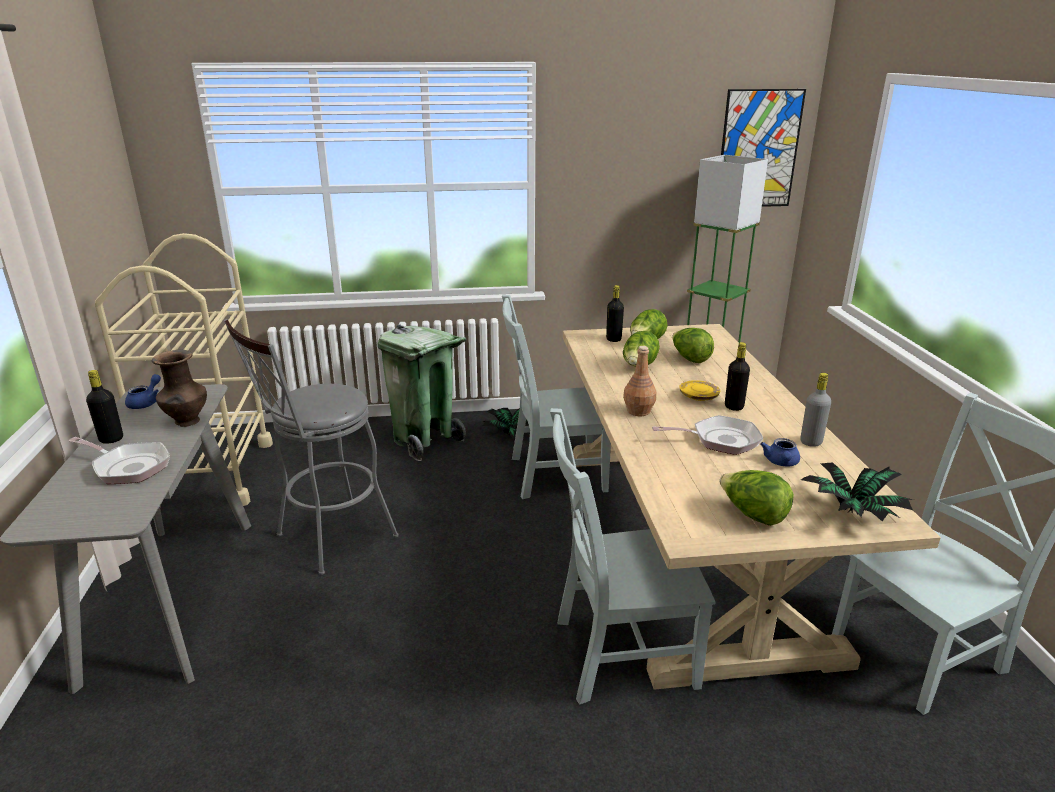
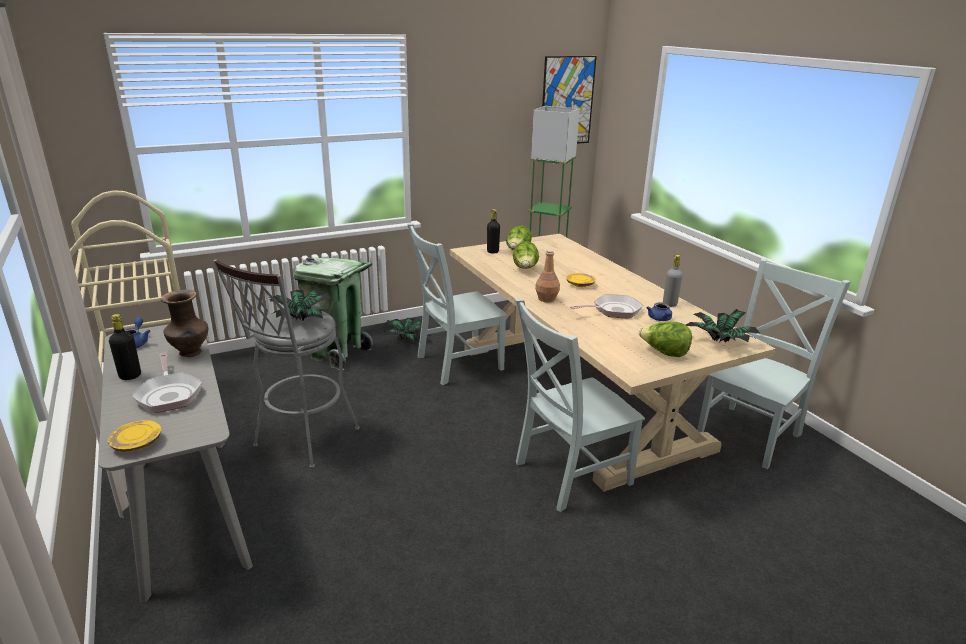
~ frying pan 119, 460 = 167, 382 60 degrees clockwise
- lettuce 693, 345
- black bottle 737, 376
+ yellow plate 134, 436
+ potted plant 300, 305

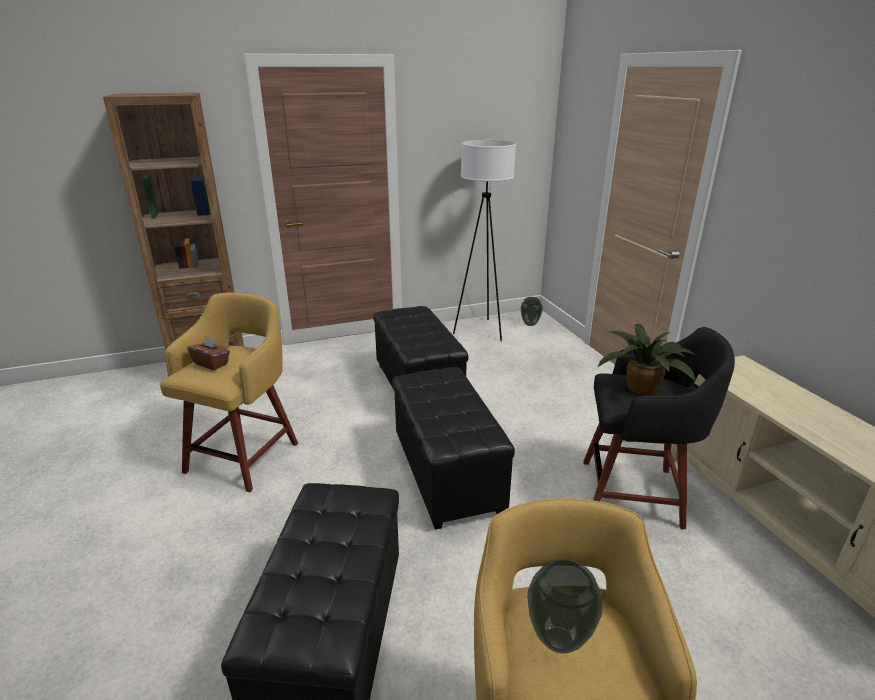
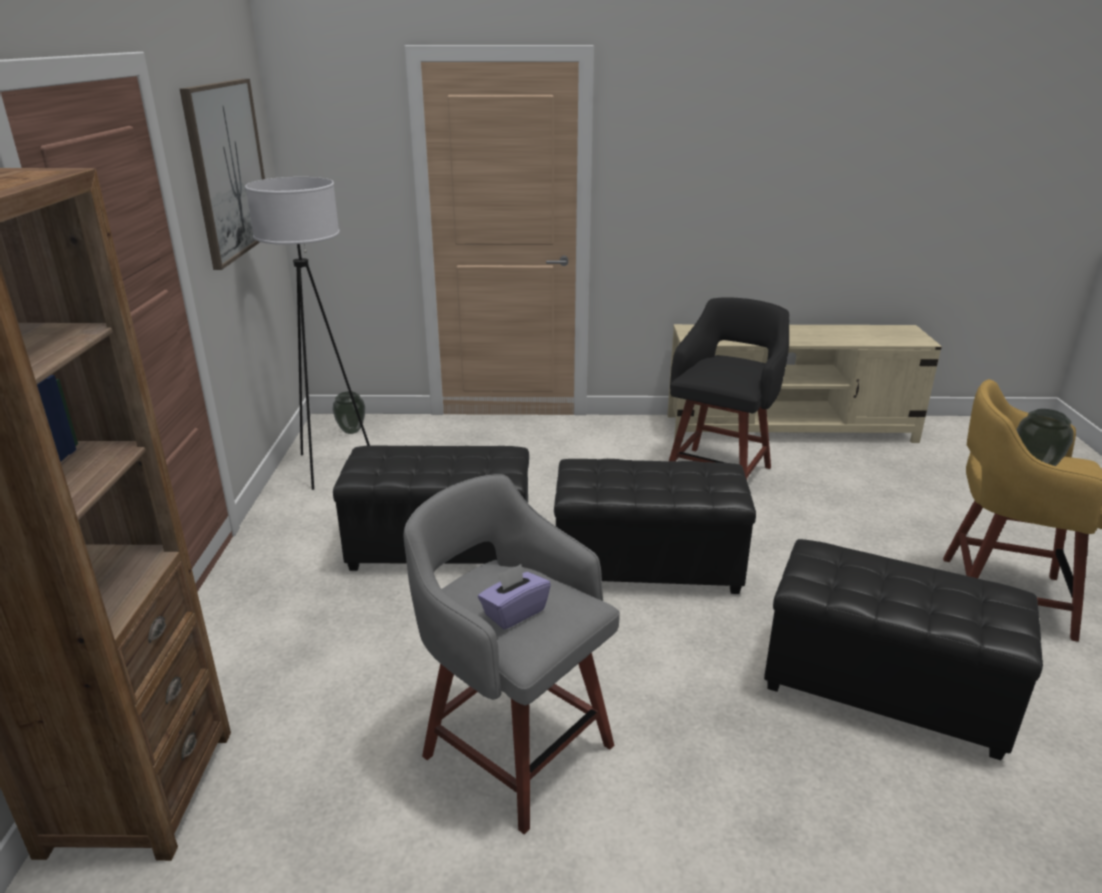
~ yellow stool 229, 392 to grey stool 511, 654
~ brown tissue box 208, 353 to purple tissue box 514, 597
- potted plant 648, 359
+ picture 222, 174

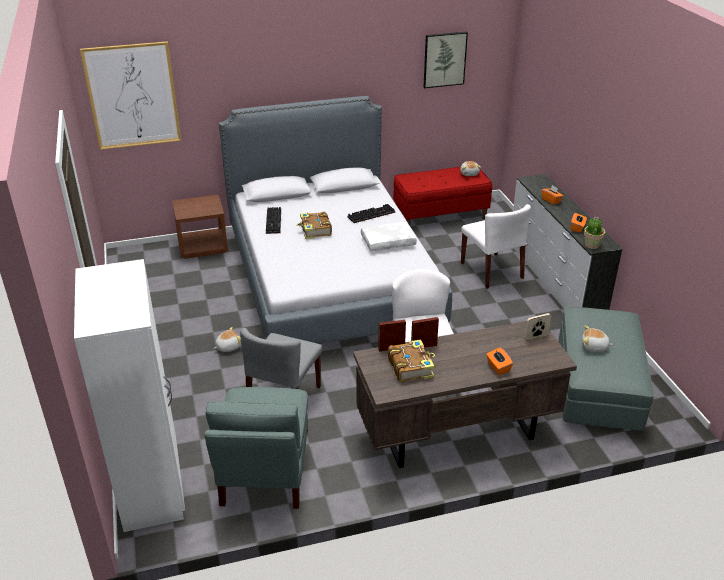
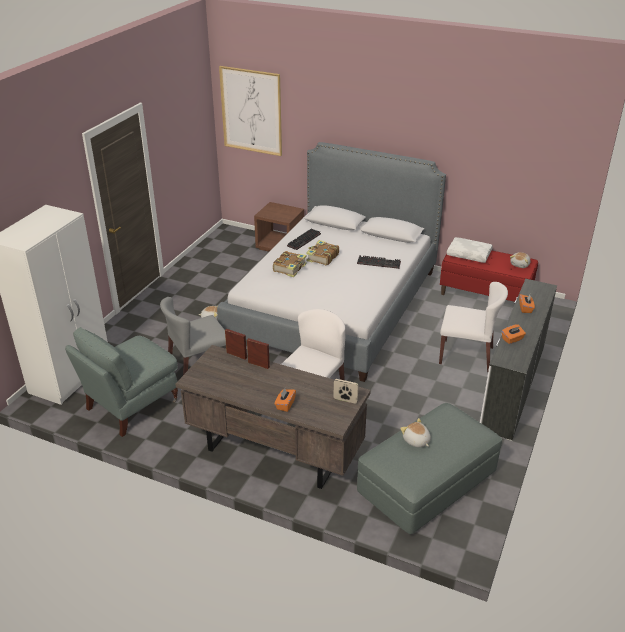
~ white pillow 389, 236 to 470, 250
~ book 411, 361 to 289, 264
- picture 446, 60
~ white chair 496, 246 = 473, 327 90 degrees counterclockwise
- potted plant 594, 232

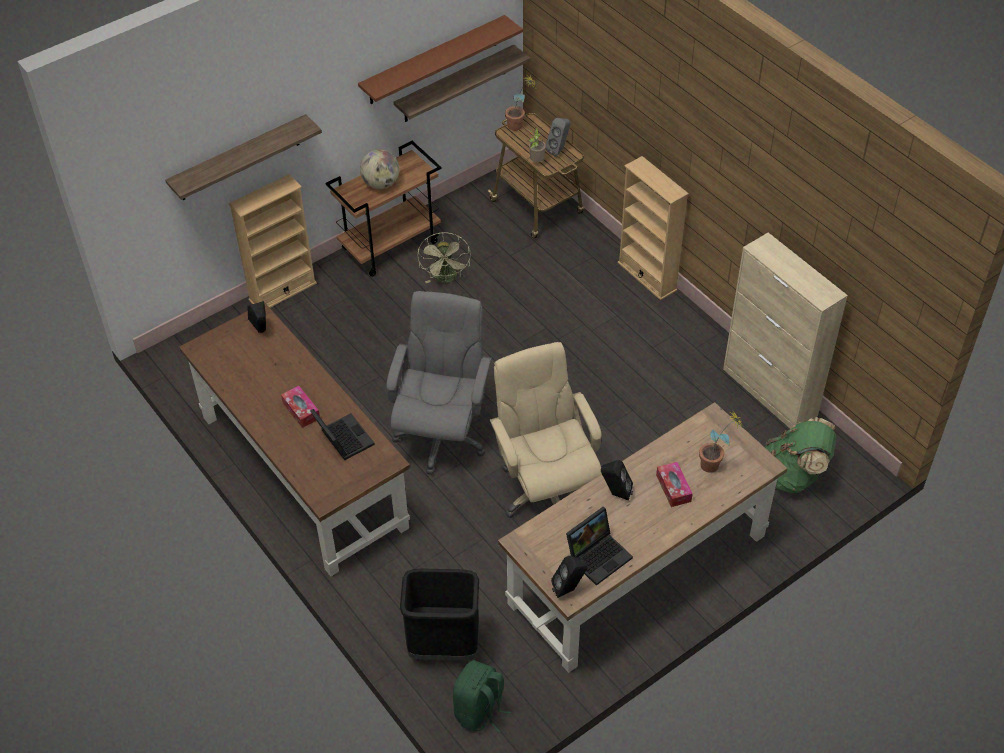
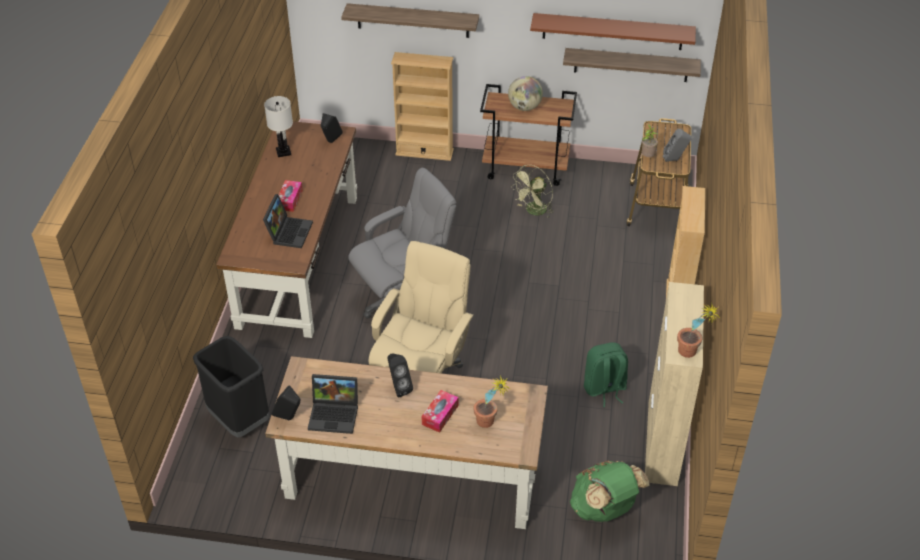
~ green backpack 482, 696 to 606, 374
~ potted plant 520, 102 to 698, 331
+ white table lamp 278, 126

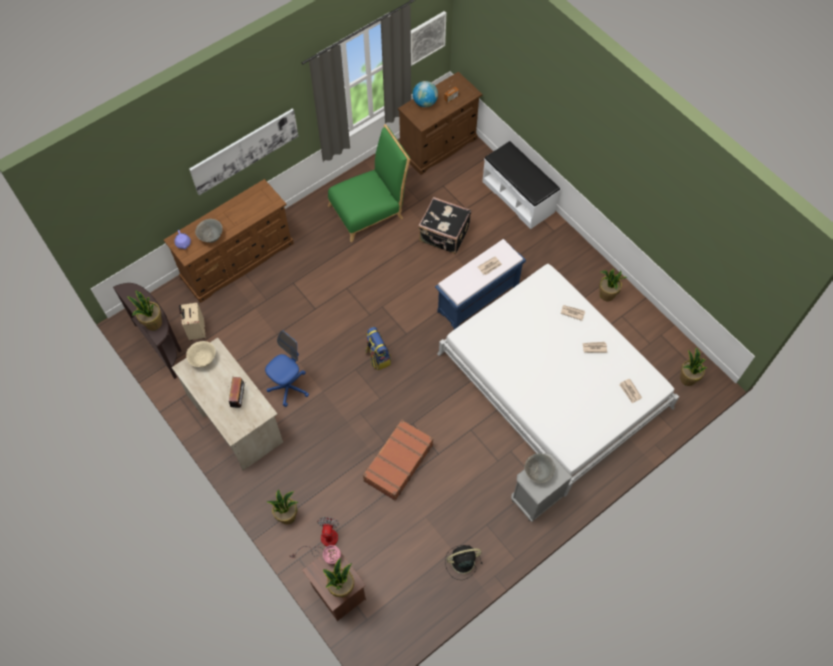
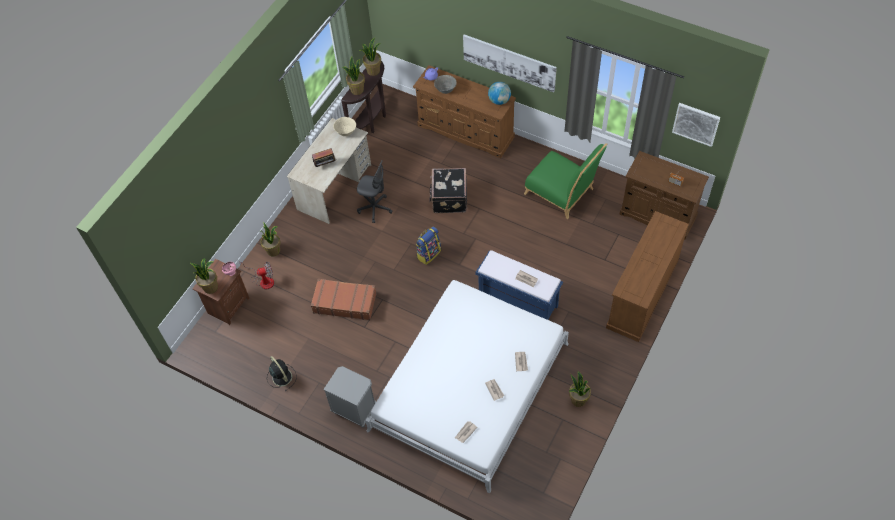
- beige suitcase 192, 321
~ blue office chair 287, 368 to grey office chair 375, 191
~ globe 425, 94 to 499, 93
~ black suitcase 444, 225 to 448, 190
~ white bench 521, 185 to brown dresser 647, 276
- grey bowl 539, 468
~ potted plant 693, 367 to 371, 57

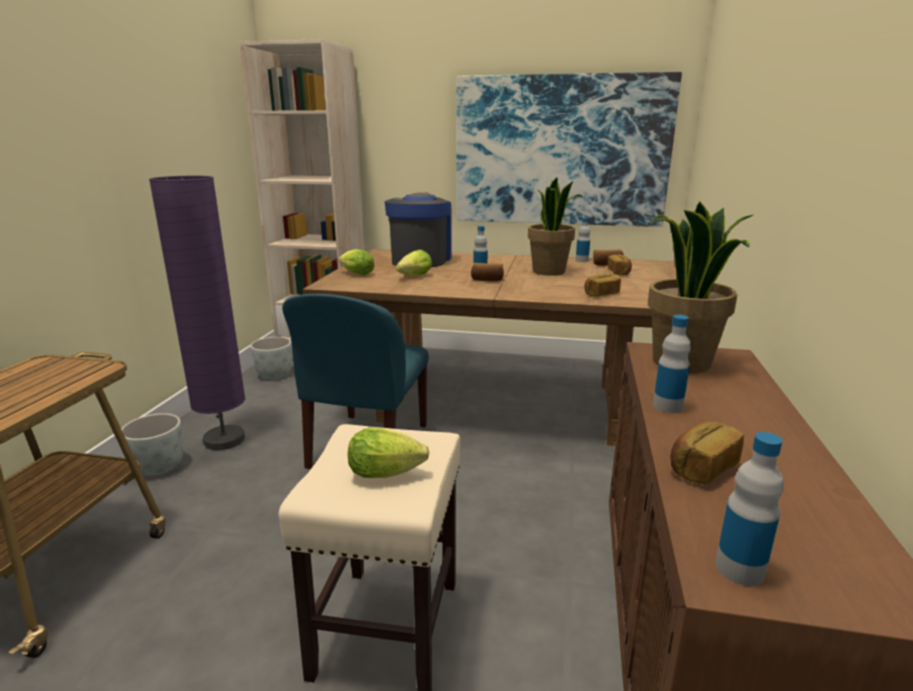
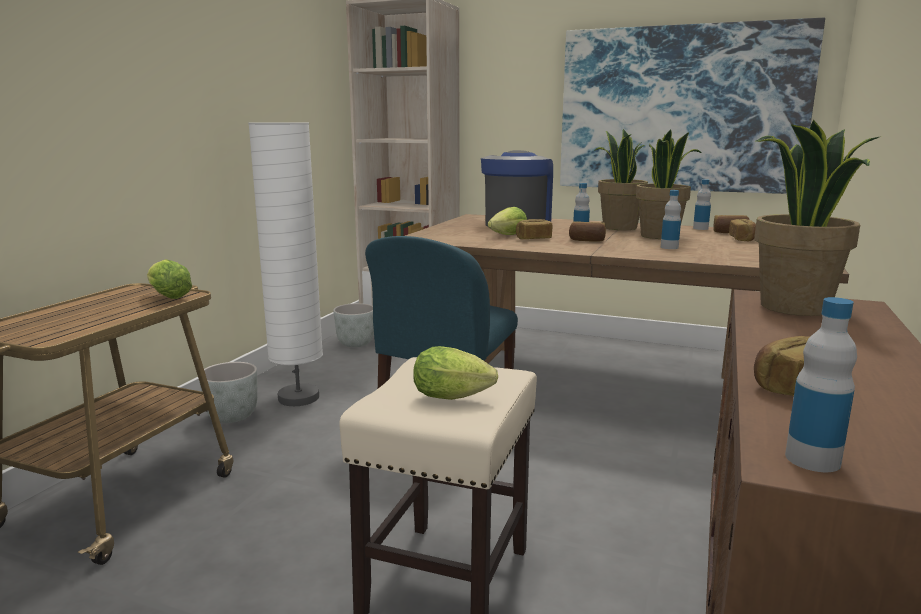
~ purple floor lamp 197, 313 to white floor lamp 285, 264
~ lettuce 356, 262 to 169, 279
~ bread 602, 285 to 534, 229
~ bottle 672, 364 to 671, 219
+ potted plant 621, 179

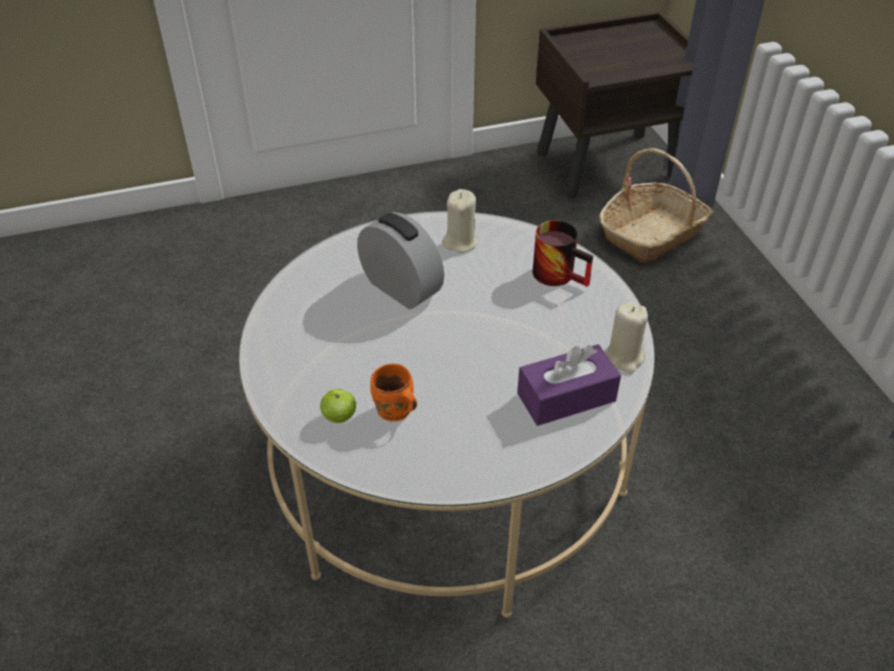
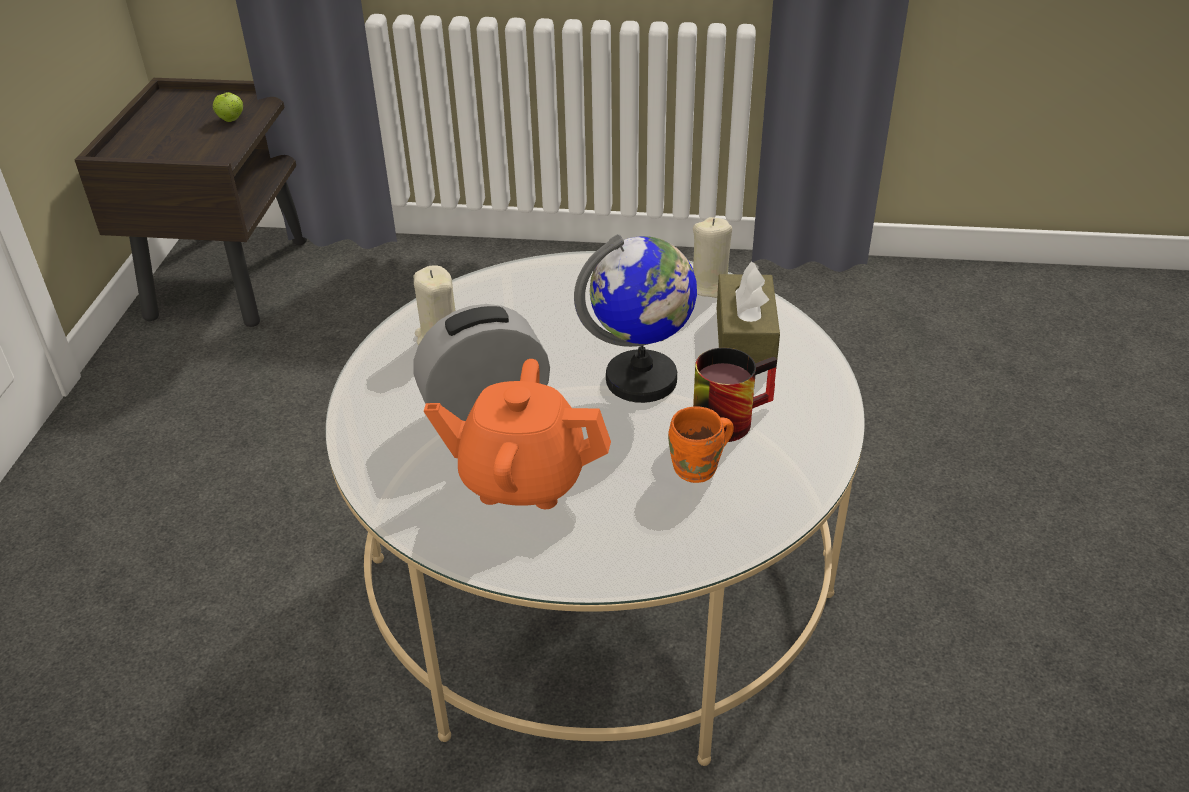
~ apple 338, 406 to 228, 107
~ purple tissue box 569, 385 to brown tissue box 748, 314
~ mug 562, 253 to 735, 395
- basket 656, 205
+ orange teapot 517, 434
+ globe 635, 318

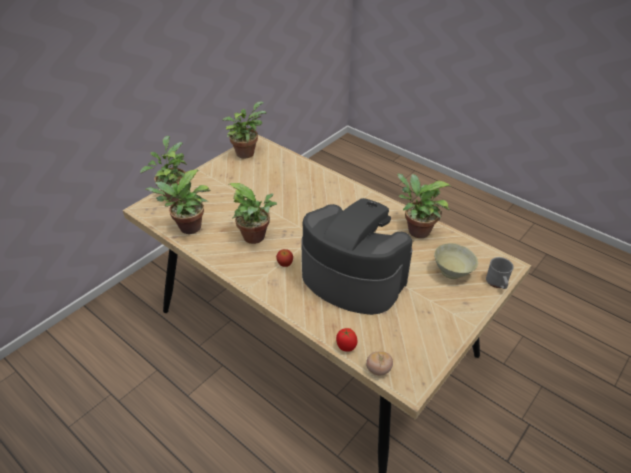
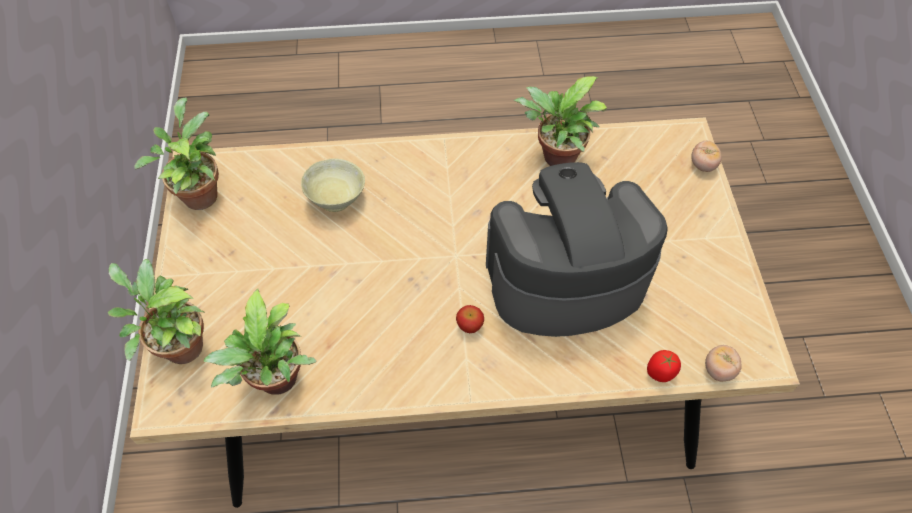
- potted plant 253, 213
~ beige bowl 456, 261 to 333, 185
~ grey mug 500, 273 to tomato 706, 156

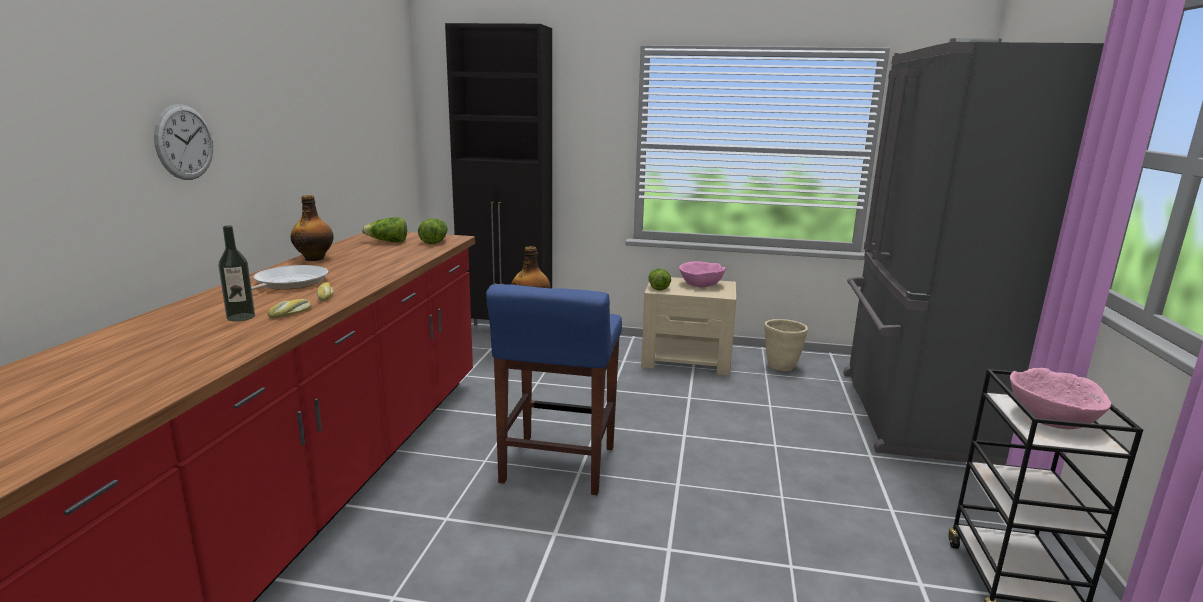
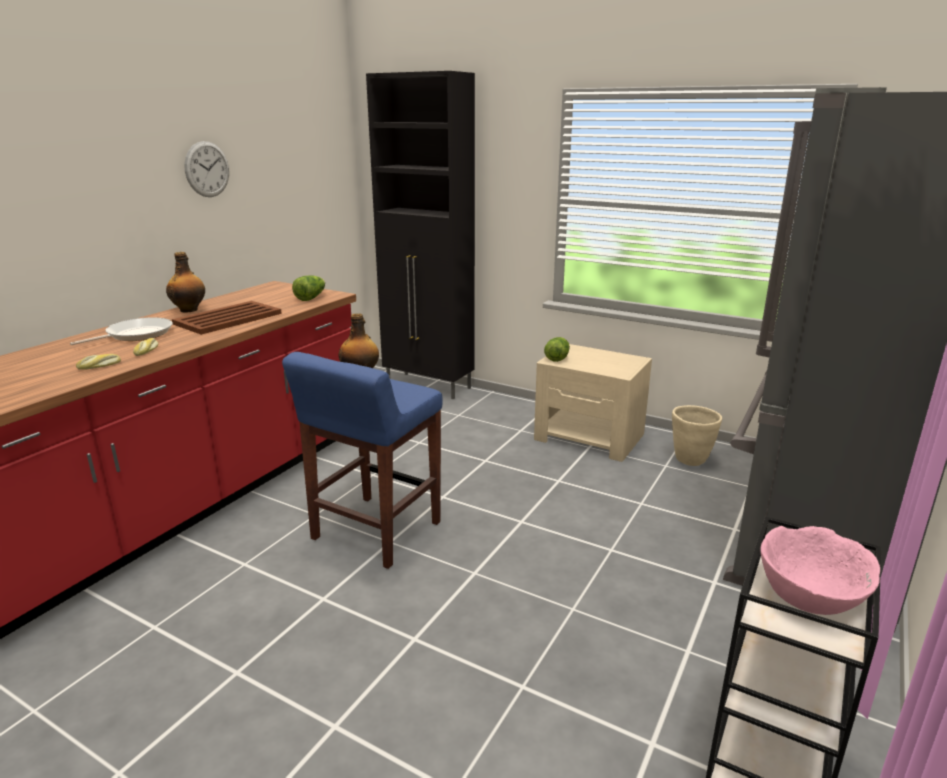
~ wall clock 183, 142 to 206, 169
- bottle 236, 273
- lettuce 384, 230
- pink bowl 702, 274
+ brown tray 227, 318

